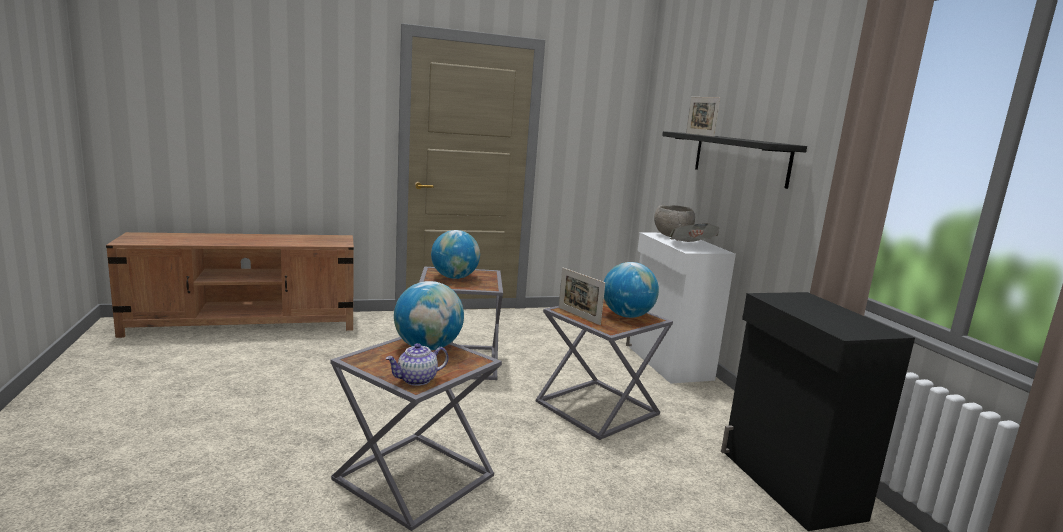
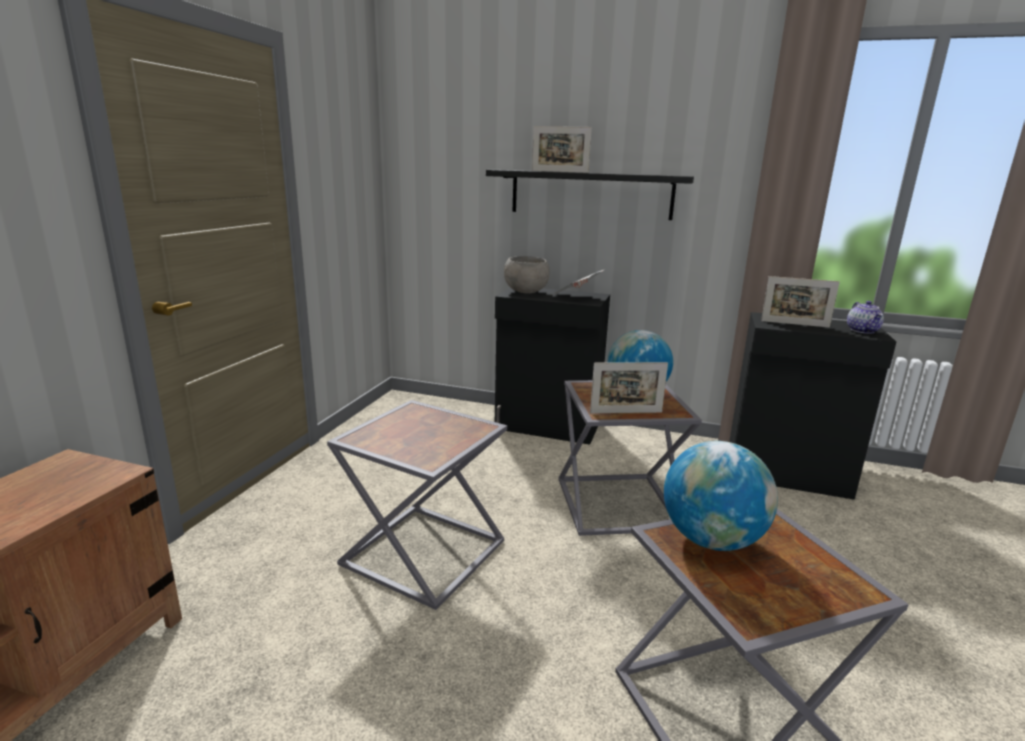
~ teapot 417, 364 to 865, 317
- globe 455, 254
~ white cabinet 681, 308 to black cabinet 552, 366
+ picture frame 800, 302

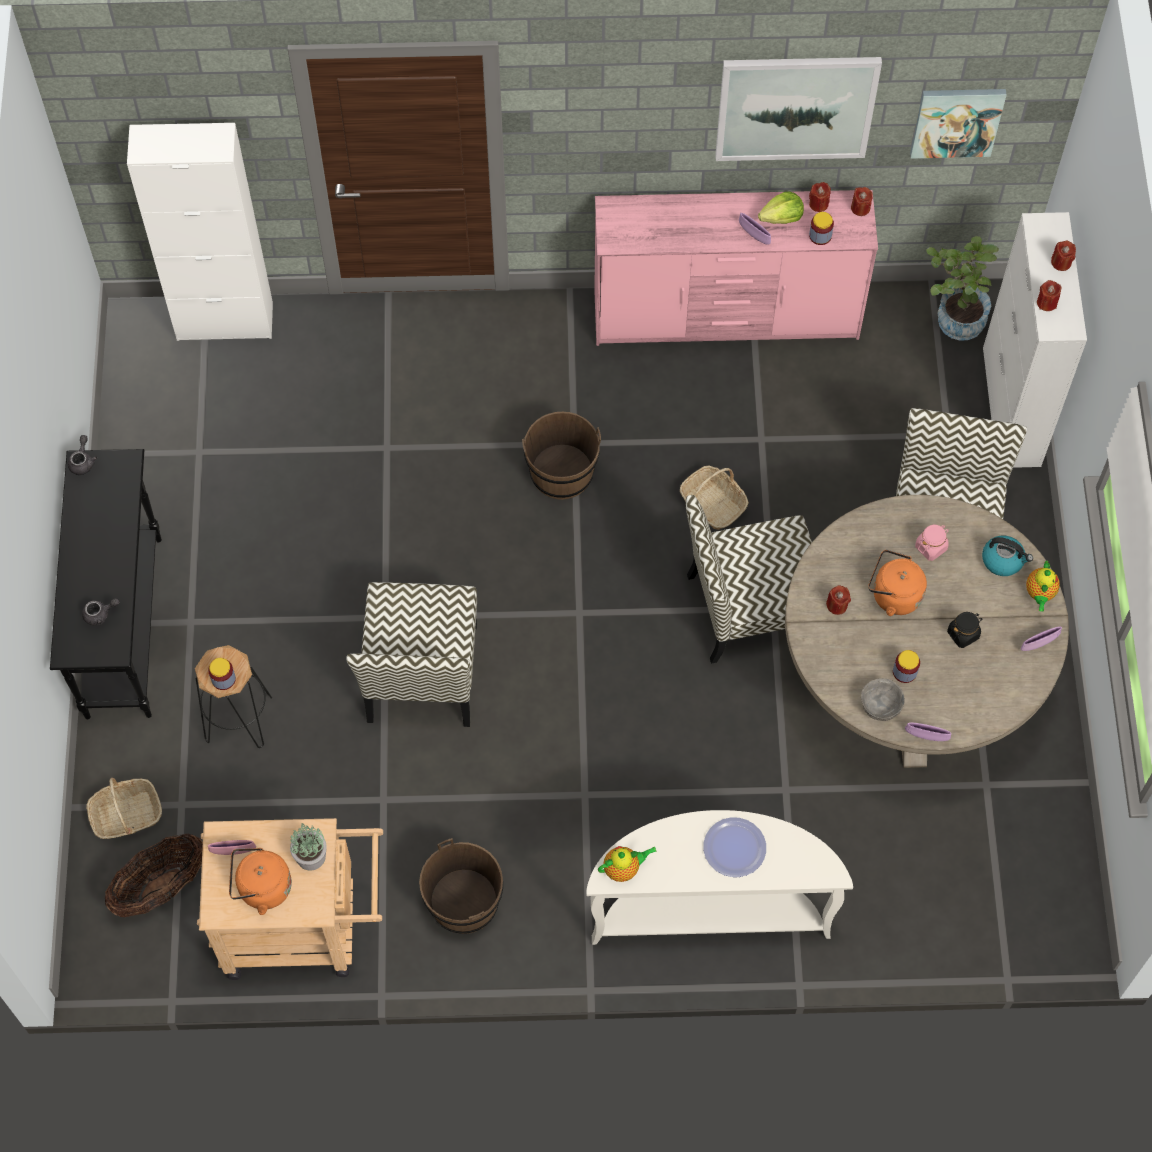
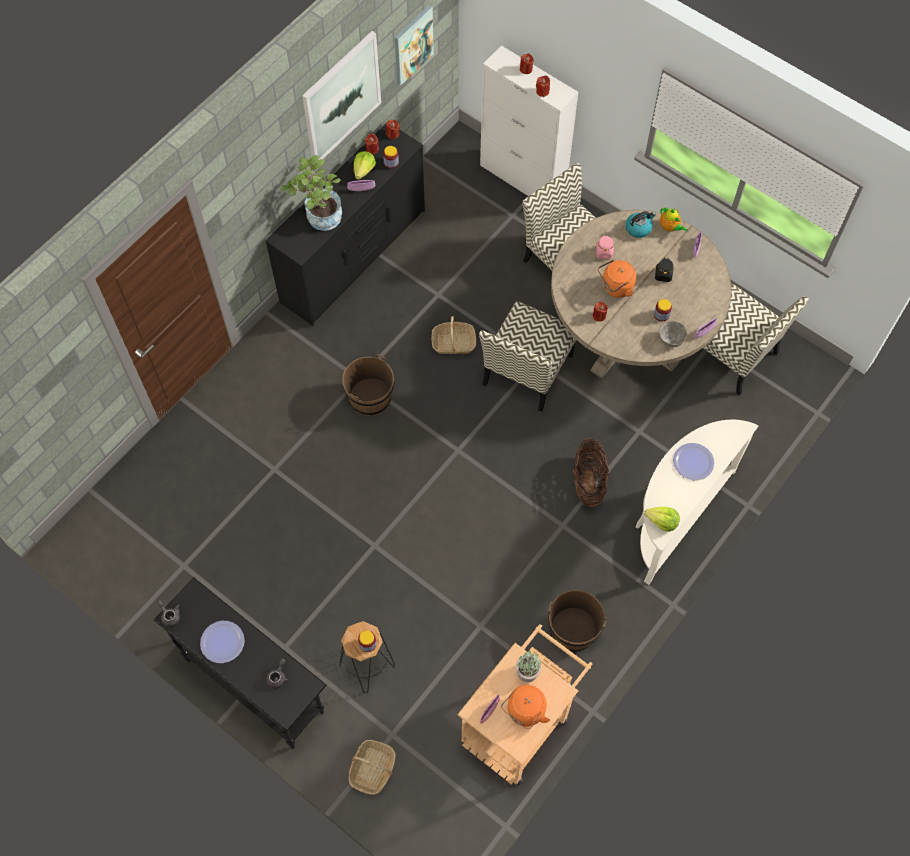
~ basket 154, 875 to 591, 473
- white cabinet 200, 232
~ chair 411, 654 to 756, 339
~ pink dresser 736, 268 to black dresser 345, 225
~ teapot 627, 864 to lettuce 662, 519
~ potted plant 962, 288 to 311, 193
+ plate 222, 642

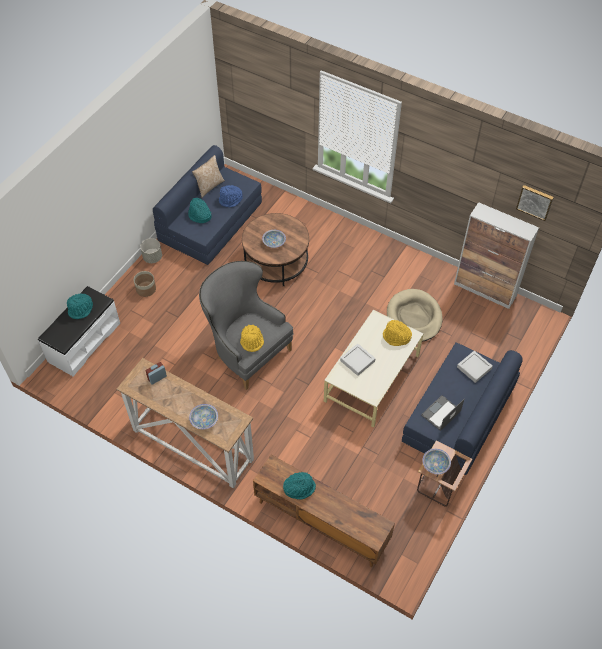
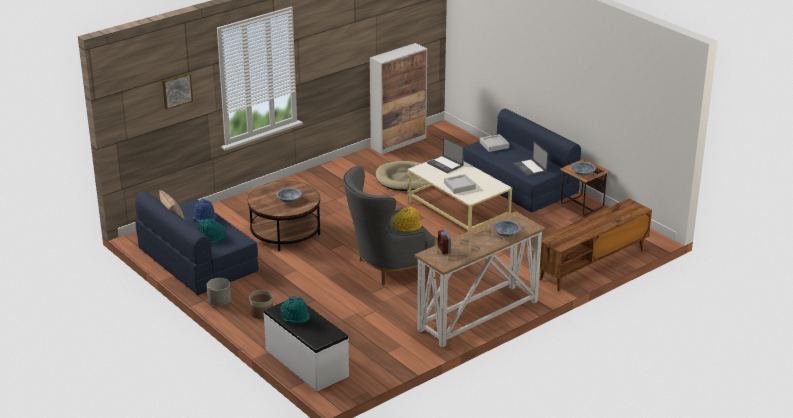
- turquoise hat 299, 486
~ yellow hat 397, 333 to laptop 445, 155
~ picture 535, 203 to 177, 91

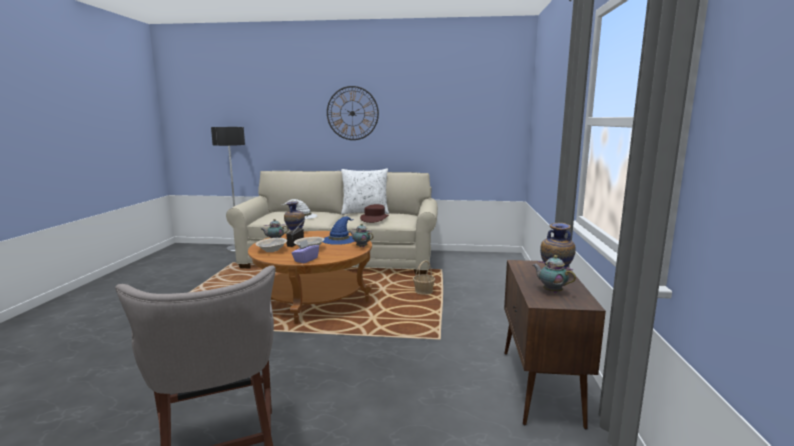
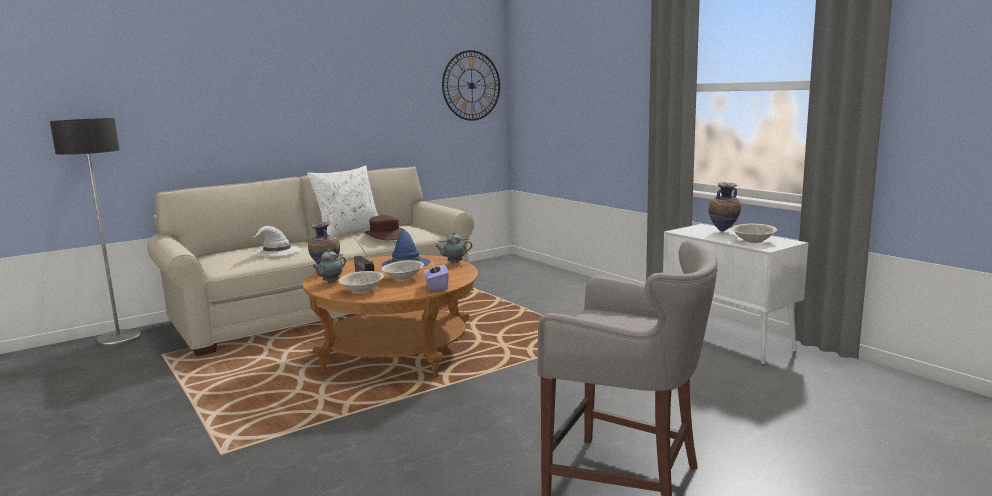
~ wall clock 353, 113 to 471, 85
- basket 424, 277
~ brown cabinet 555, 344 to white cabinet 735, 294
~ teapot 554, 274 to beige bowl 754, 233

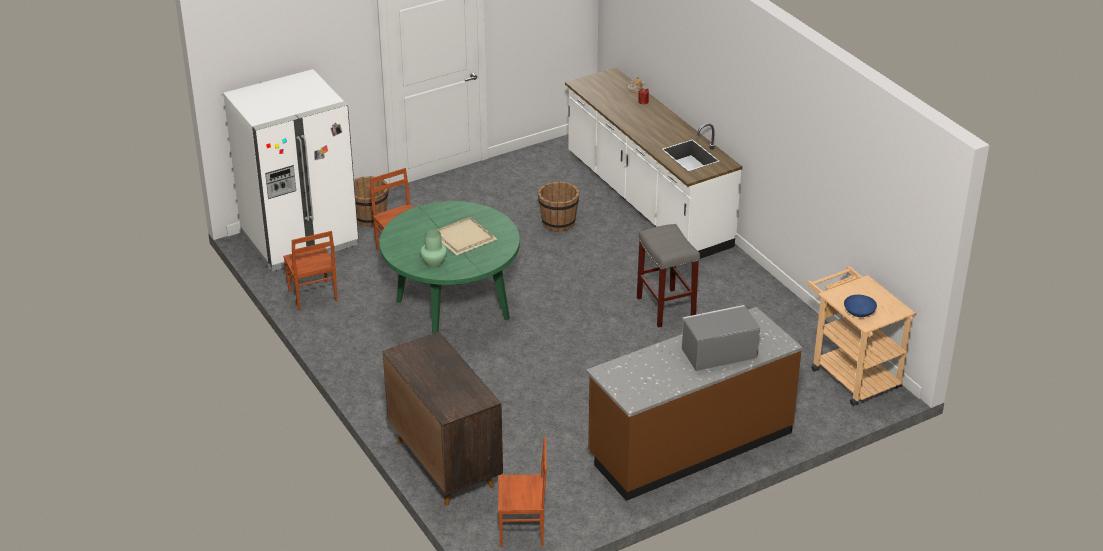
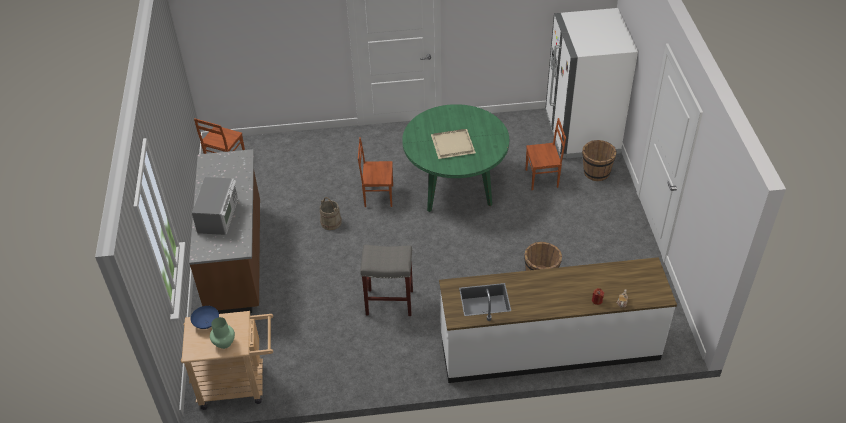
~ brown chair 310, 270 to 375, 172
- brown cabinet 443, 419
~ green vase 433, 248 to 222, 333
+ beige bucket 331, 213

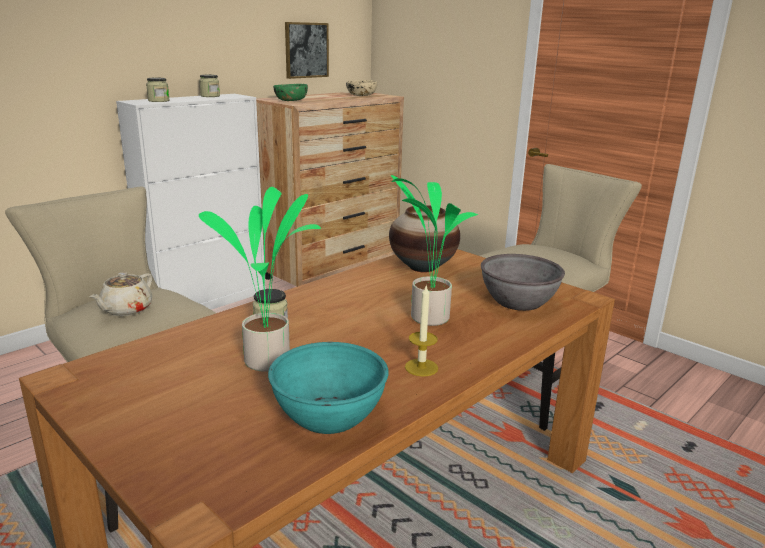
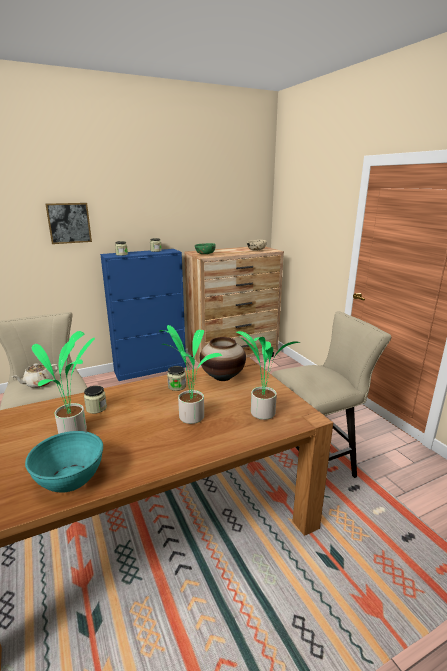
~ white cabinet 191, 202 to blue cabinet 143, 315
~ picture 307, 50 to 68, 223
- candle 421, 331
~ grey bowl 523, 282 to potted plant 268, 375
+ jar 176, 378

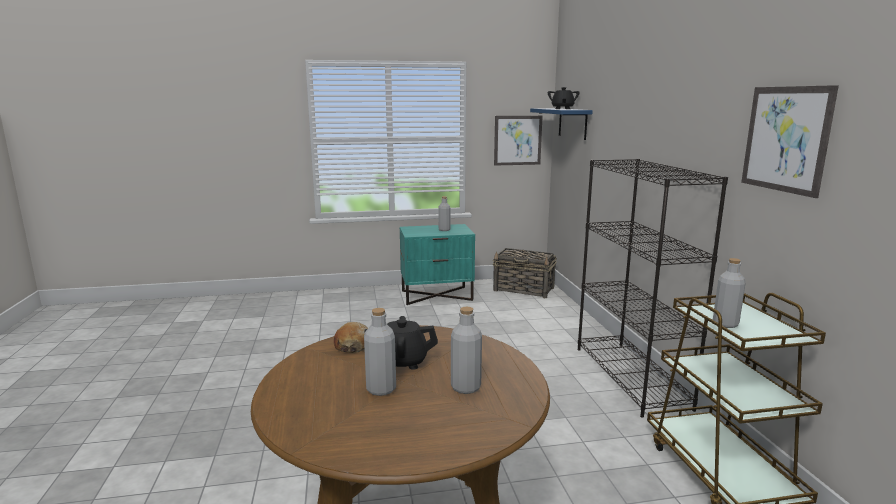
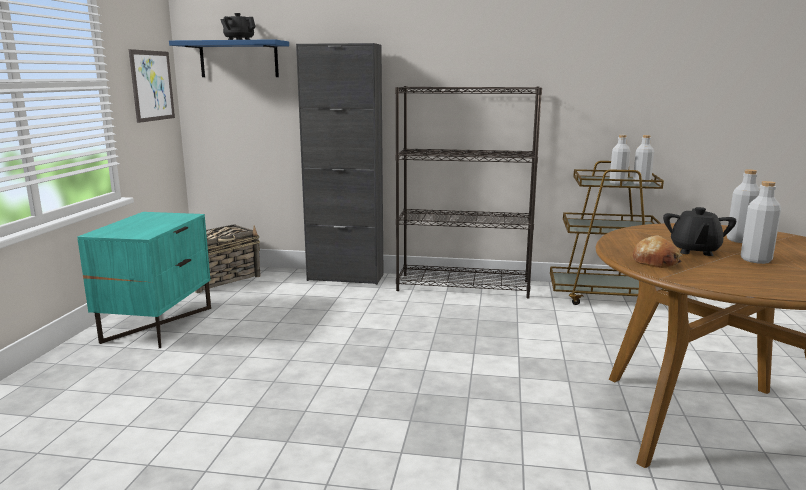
~ grey bottle 444, 213 to 643, 160
- picture 790, 141
+ black cabinet 340, 164

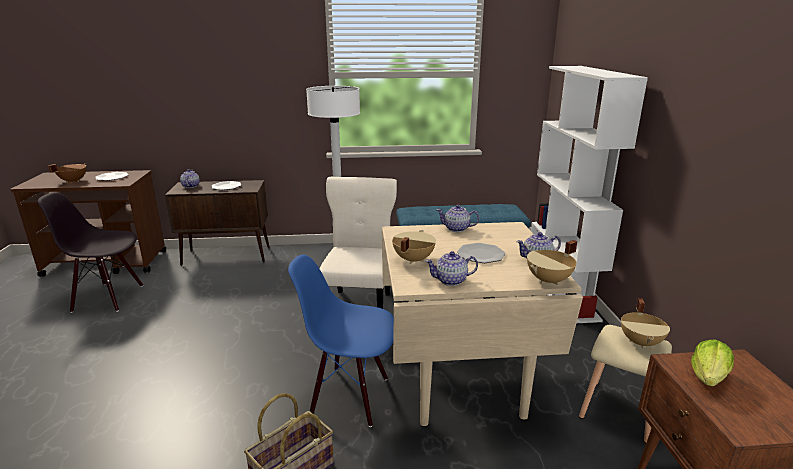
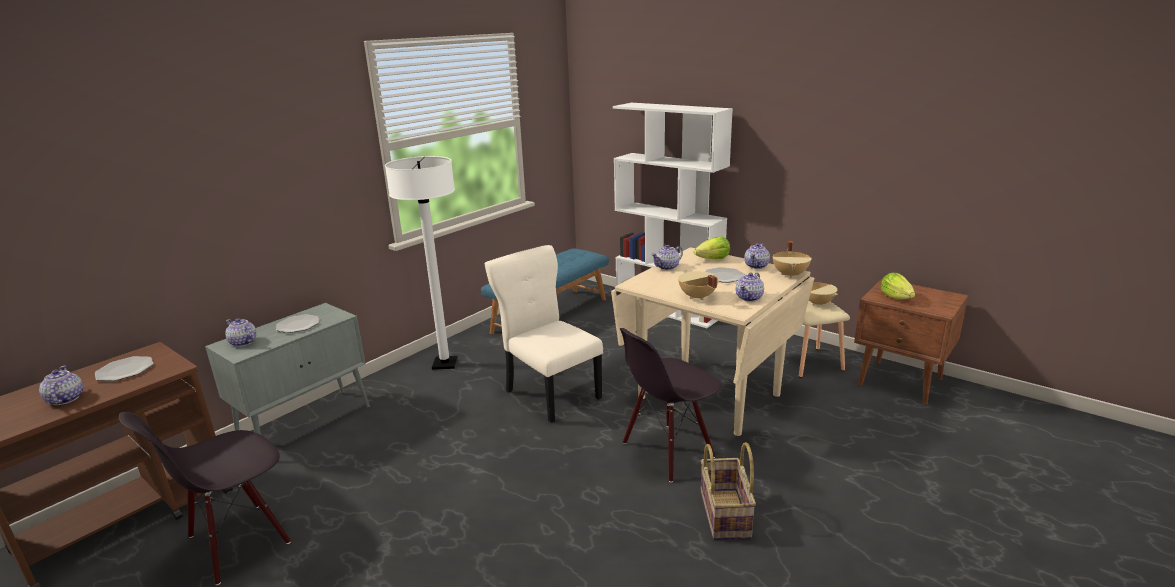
~ brown cooking pot 67, 173 to teapot 61, 385
~ brown cabinet 217, 223 to grey cabinet 287, 369
~ blue chair 341, 340 to black chair 671, 405
+ lettuce 712, 247

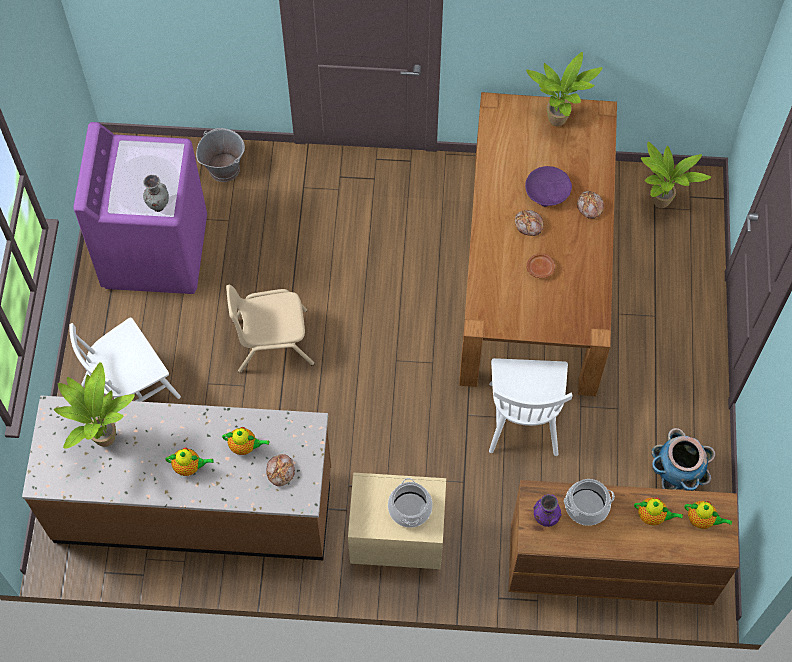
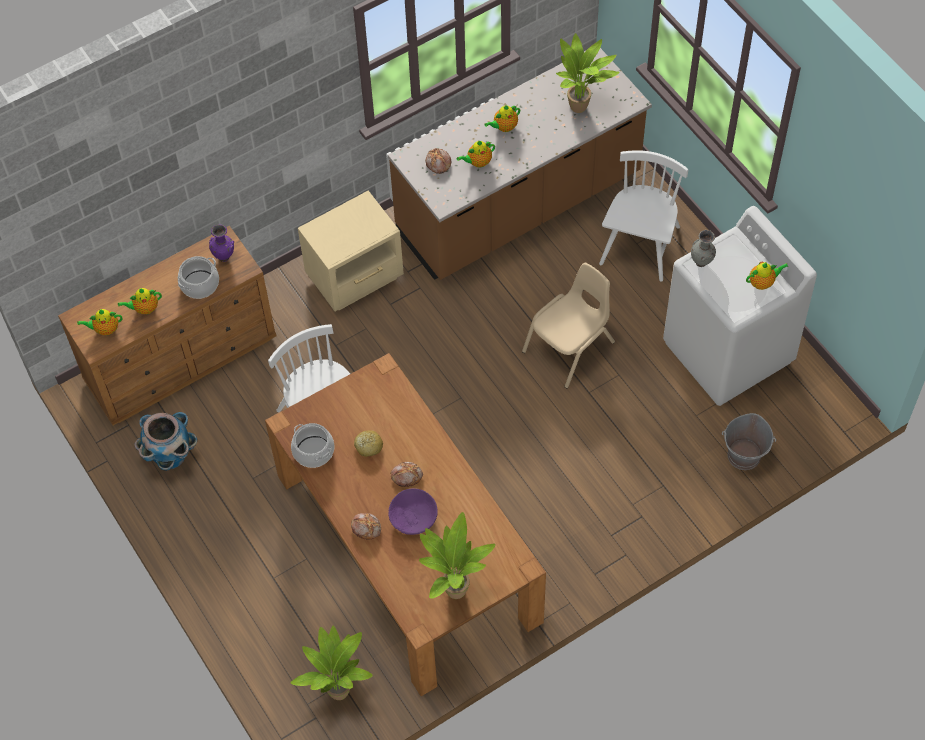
~ purple washing machine 140, 208 to white washing machine 740, 306
~ cooking pot 410, 503 to 312, 445
~ brown plate 540, 265 to bread 368, 443
+ teapot 767, 276

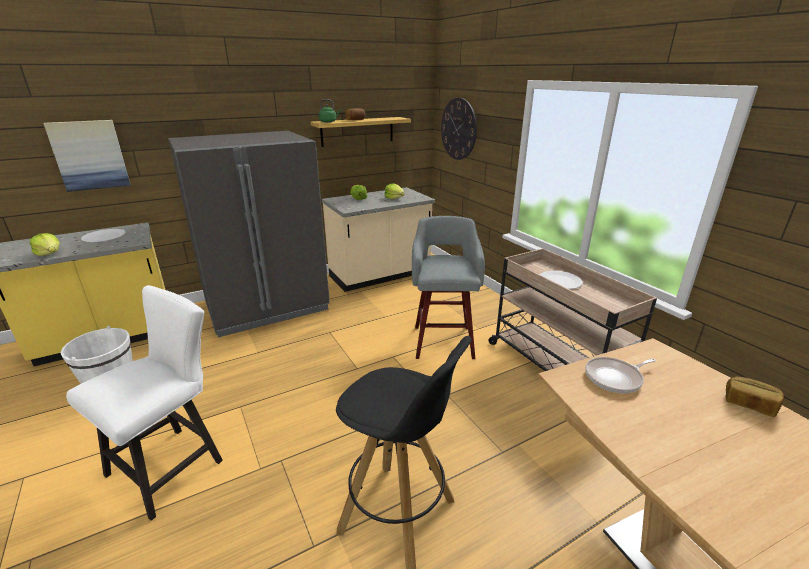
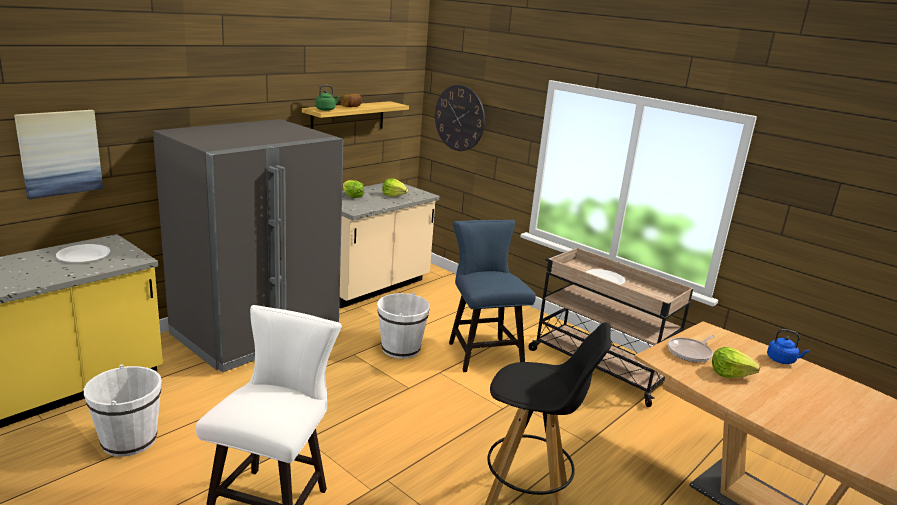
~ lettuce 45, 244 to 736, 362
~ grey stool 448, 287 to blue chair 492, 296
~ bread 754, 397 to blue kettle 788, 346
+ white bucket 403, 325

